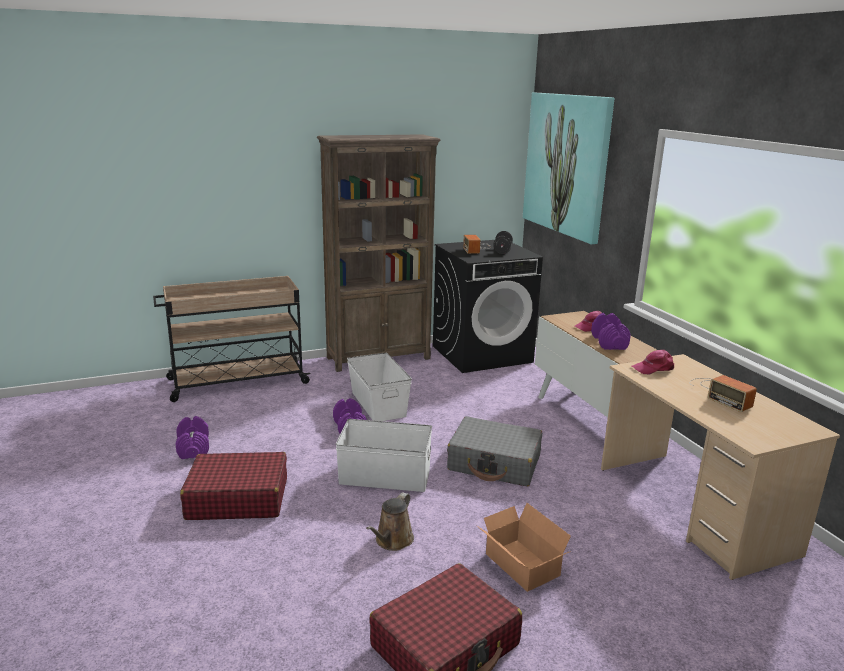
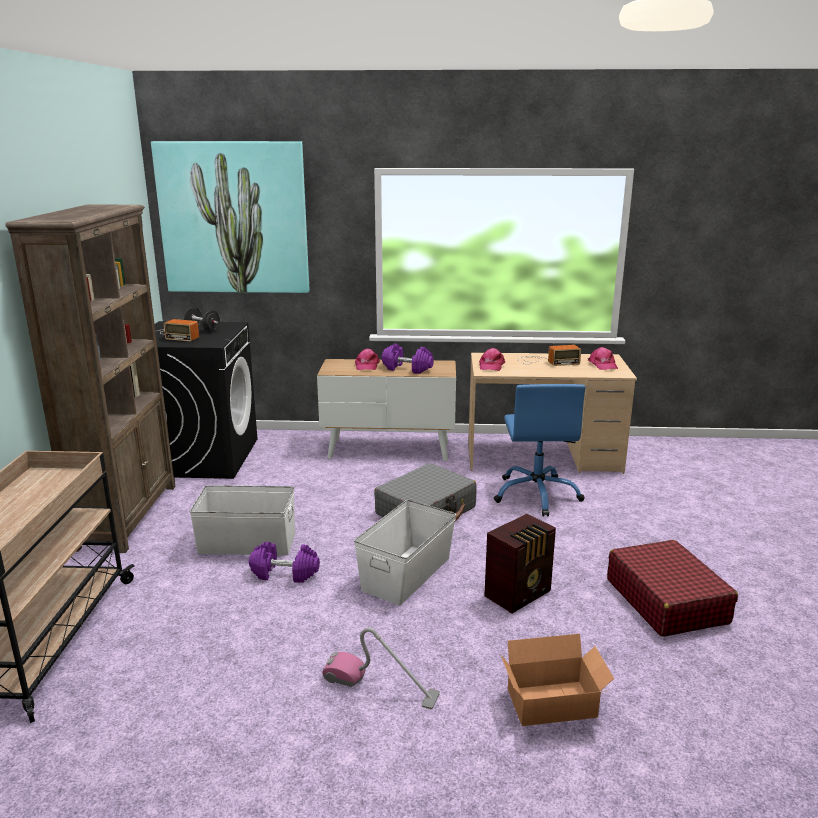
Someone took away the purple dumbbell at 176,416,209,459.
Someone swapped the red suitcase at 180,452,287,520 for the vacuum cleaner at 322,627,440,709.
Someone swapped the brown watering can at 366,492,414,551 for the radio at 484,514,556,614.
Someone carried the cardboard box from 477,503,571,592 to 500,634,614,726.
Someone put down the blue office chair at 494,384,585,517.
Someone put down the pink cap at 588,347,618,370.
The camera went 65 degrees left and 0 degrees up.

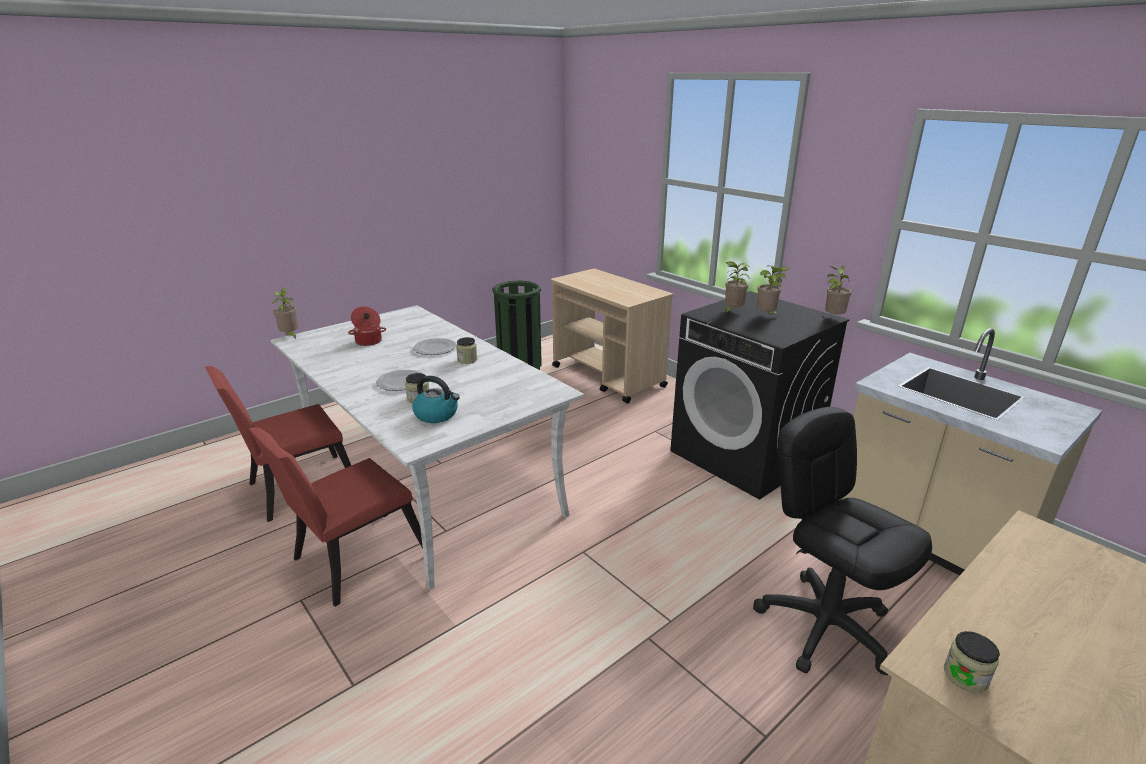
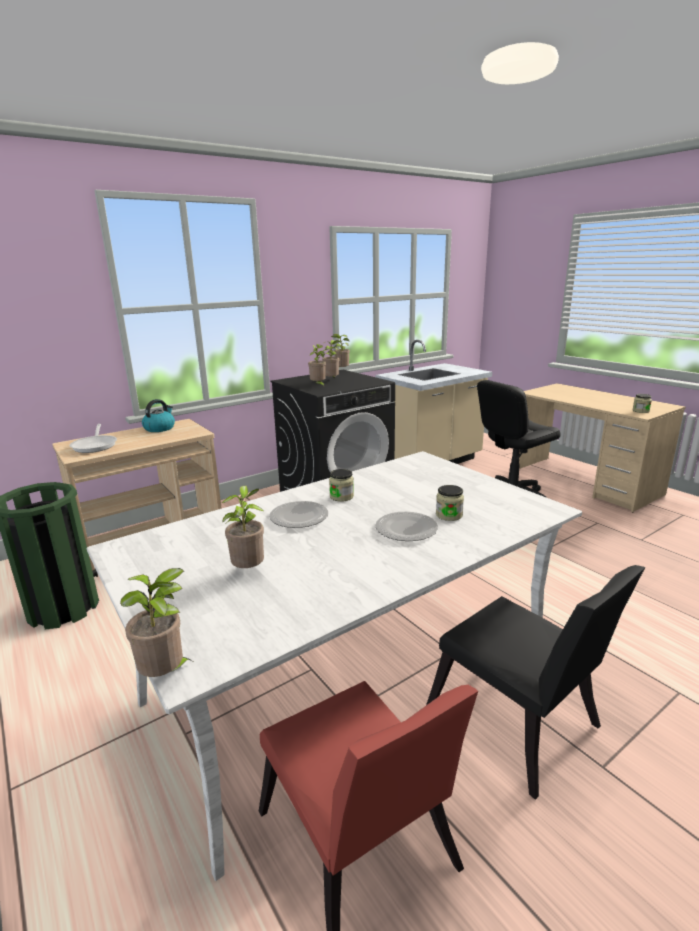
Someone repainted the red chair at 249,427,423,607, which became the black chair at 426,565,645,800.
Someone swapped the cooking pot at 348,307,386,346 for the potted plant at 222,485,264,568.
Someone carried the kettle from 412,376,460,423 to 142,399,175,432.
Someone put down the frying pan at 70,424,117,453.
The camera went 85 degrees left and 5 degrees down.

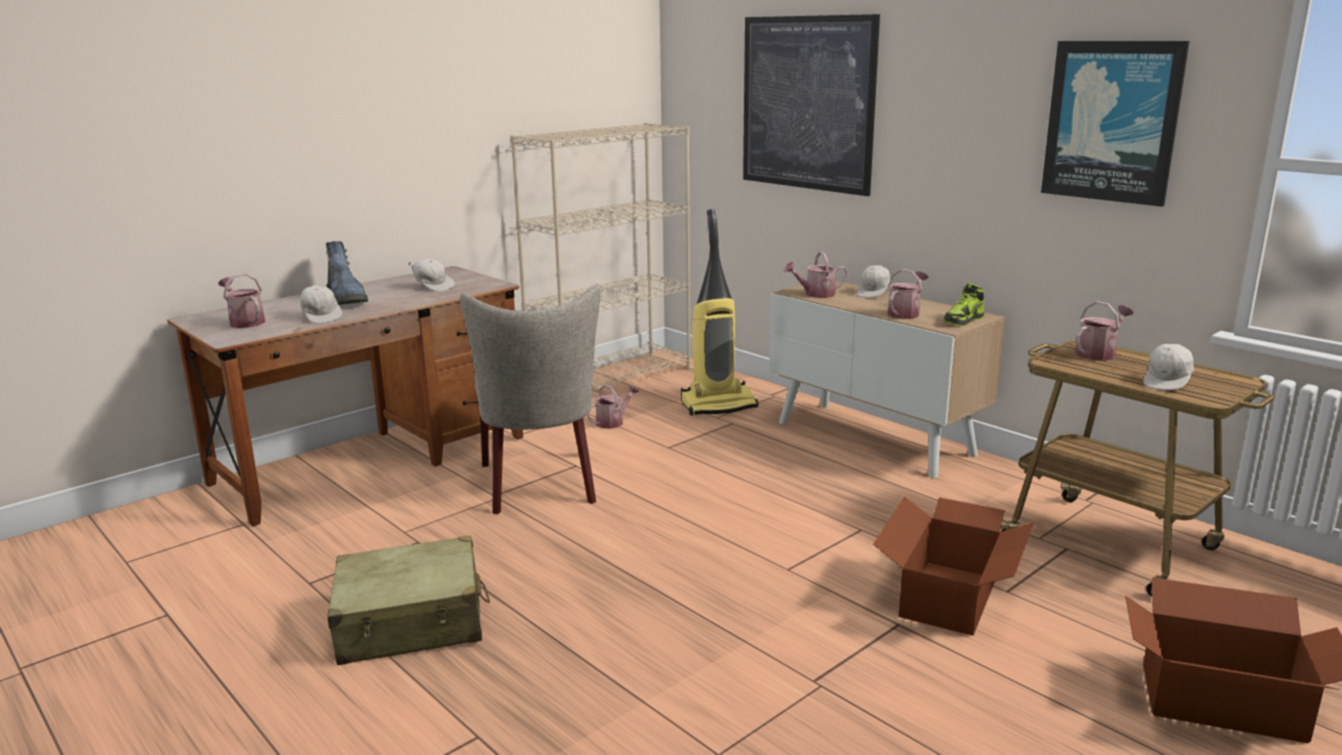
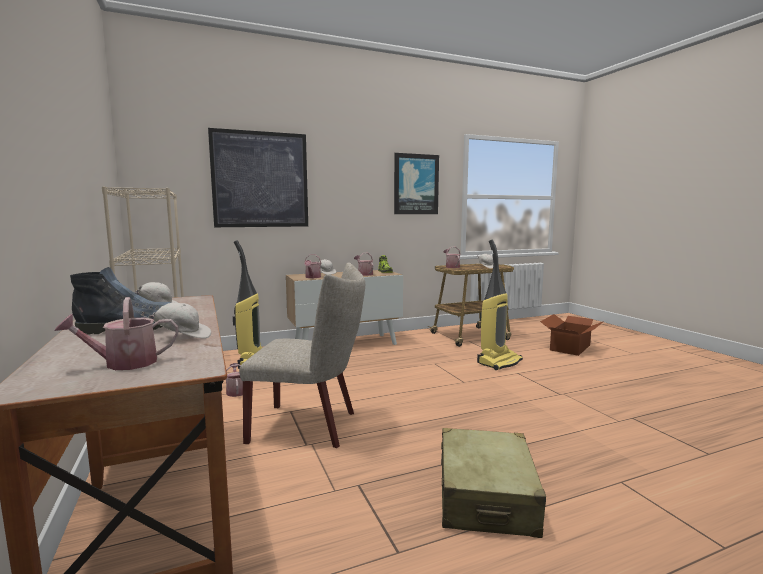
Someone swapped the cardboard box at 873,496,1034,636 for the vacuum cleaner at 477,240,523,370.
The camera went 70 degrees left and 10 degrees down.

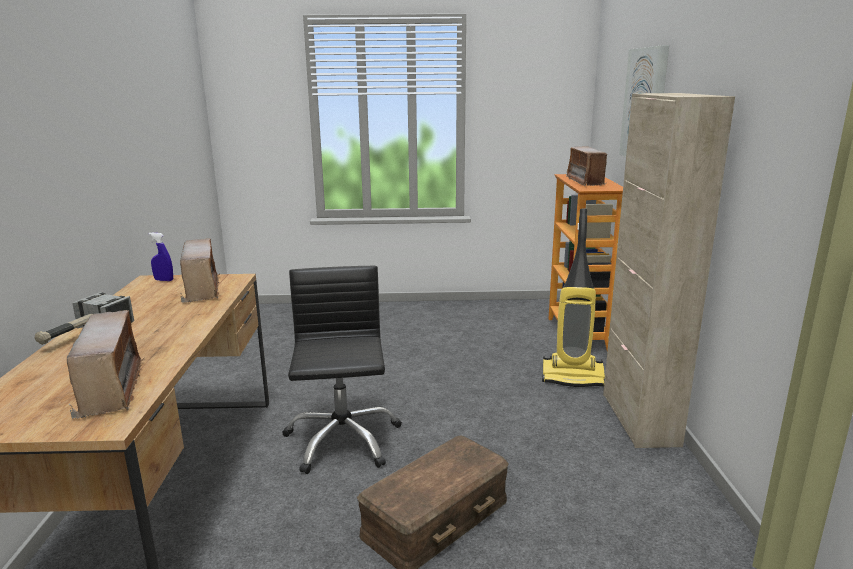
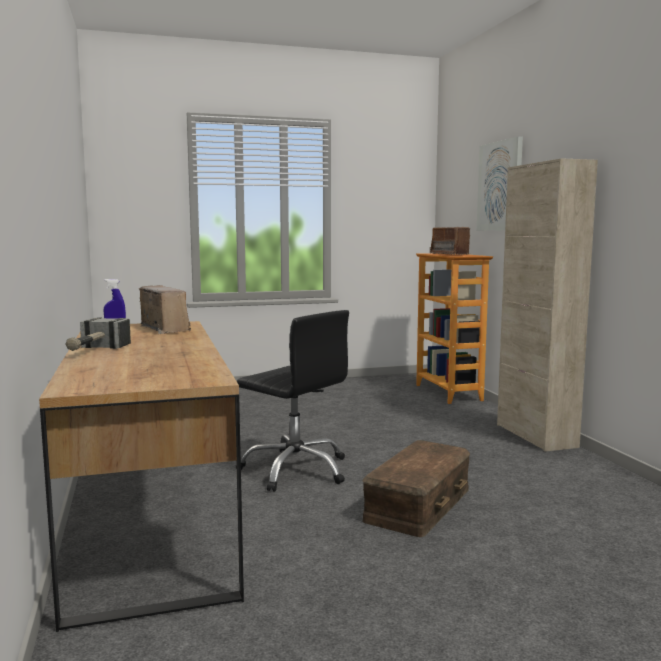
Someone took away the radio at 67,310,144,419.
Someone rotated the black office chair at 282,266,402,474 by 150 degrees clockwise.
Someone took away the vacuum cleaner at 542,208,605,387.
The camera went 15 degrees left and 10 degrees down.

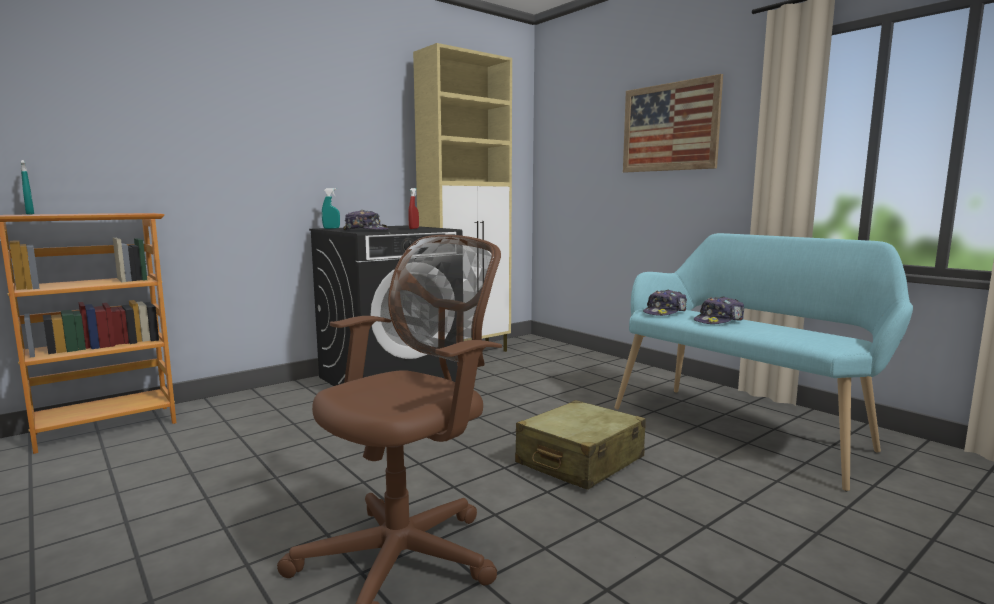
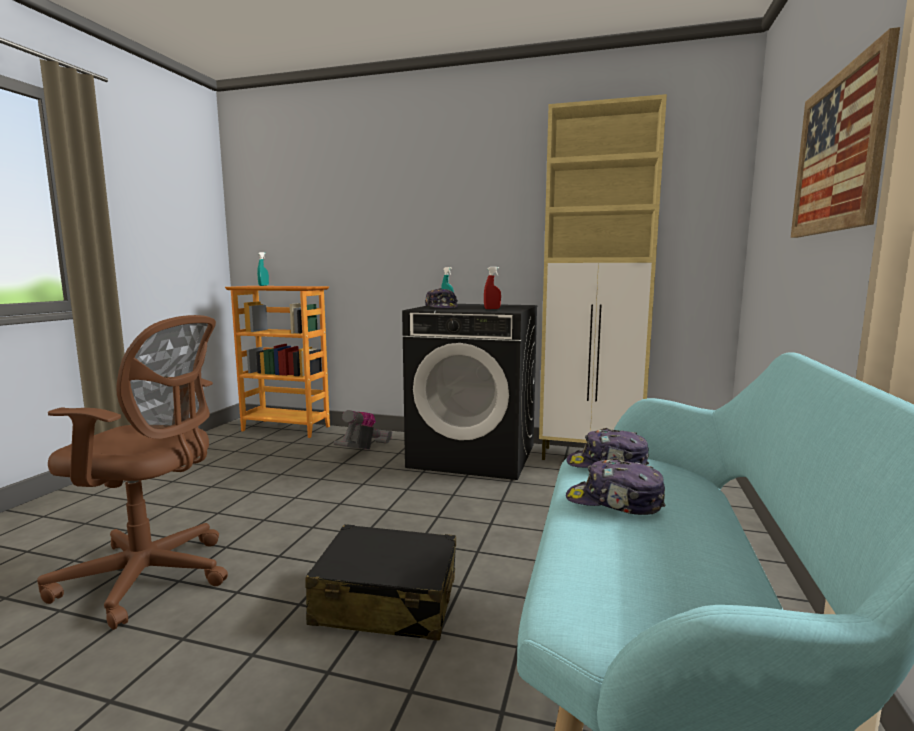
Someone repainted the beige suitcase at 515,400,646,490, which became the black suitcase at 305,524,456,641.
Someone put down the vacuum cleaner at 334,410,392,450.
The camera went 55 degrees right and 0 degrees up.

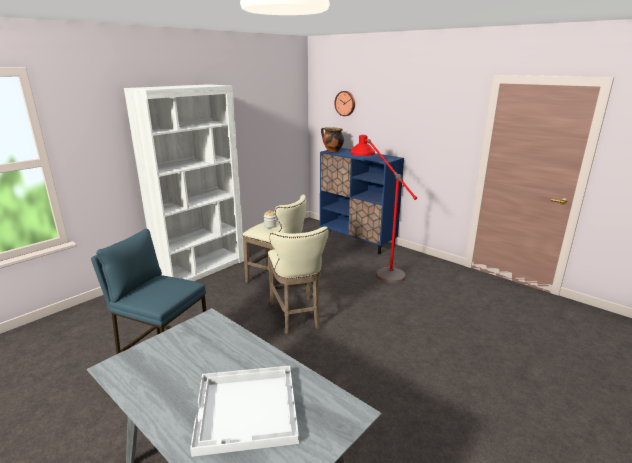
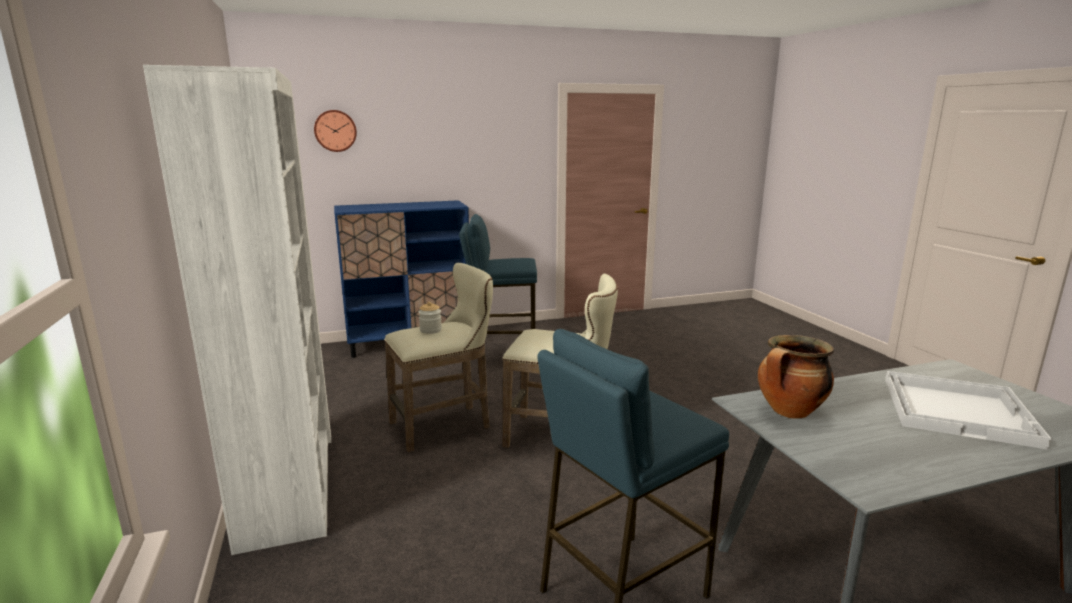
Someone carried the cooking pot from 321,127,344,152 to 758,335,834,419.
Someone swapped the red floor lamp at 350,135,417,283 for the blue stool at 459,214,537,334.
The camera went 60 degrees left and 5 degrees down.

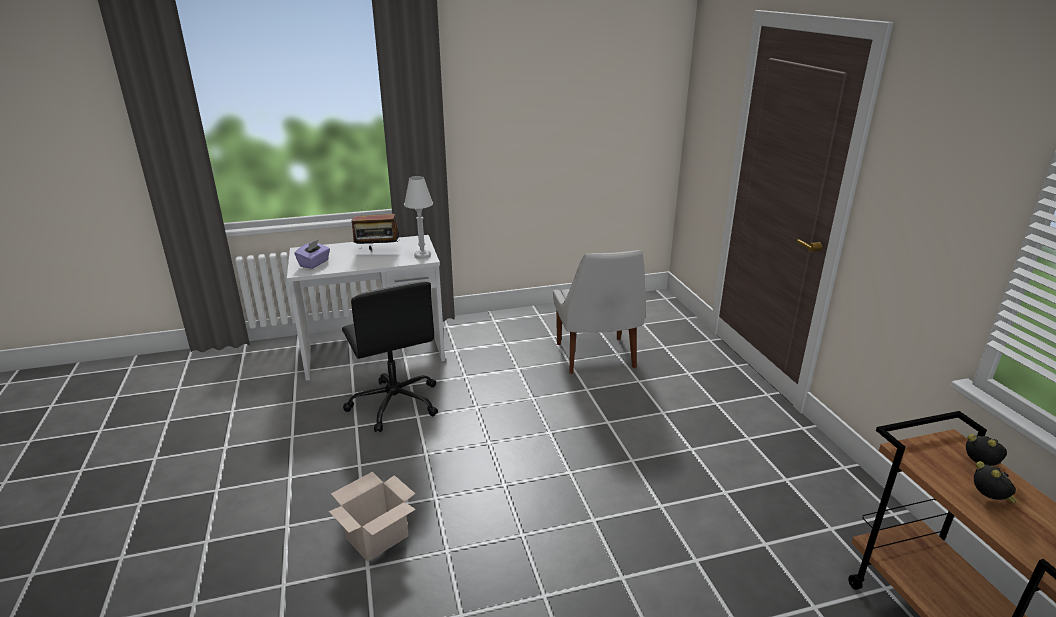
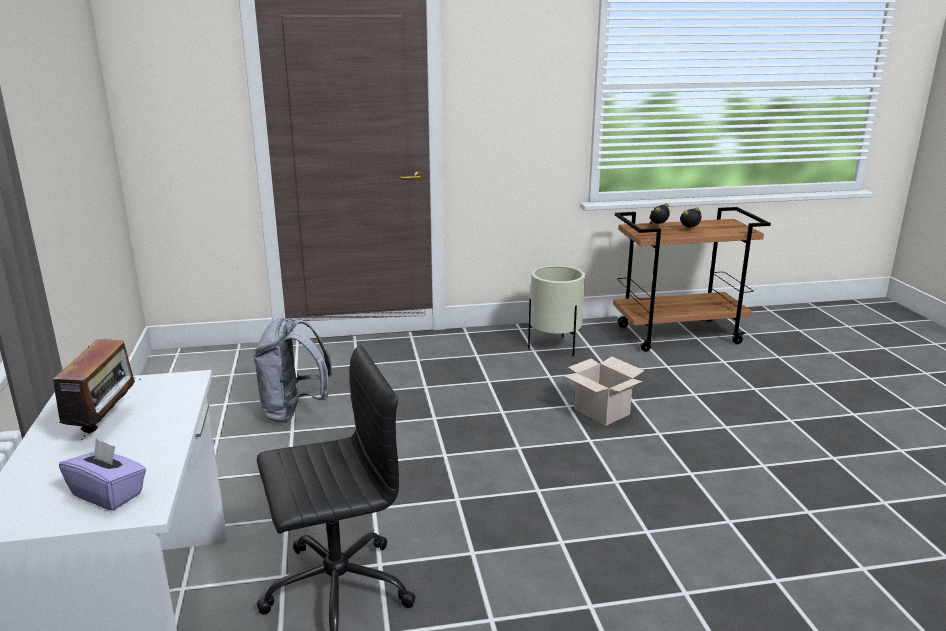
Someone carried the cardboard box from 329,471,416,562 to 564,357,644,426.
Someone took away the white table lamp at 404,176,433,259.
Someone swapped the white chair at 553,250,646,374 for the grey backpack at 253,318,332,423.
Someone put down the beige planter at 528,265,585,357.
The camera went 85 degrees left and 5 degrees down.

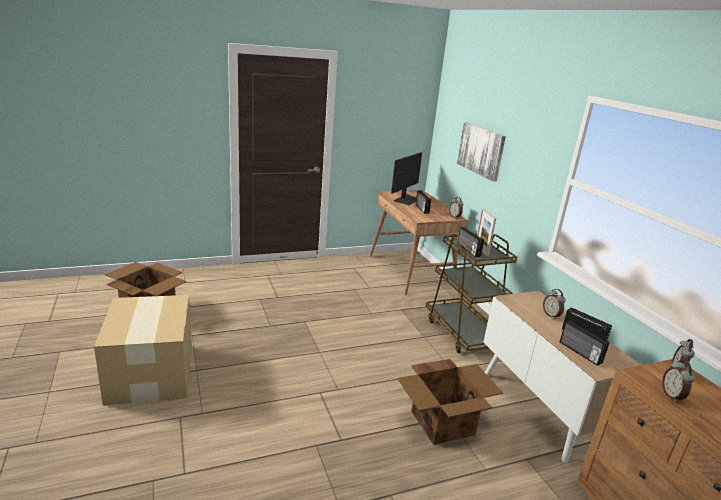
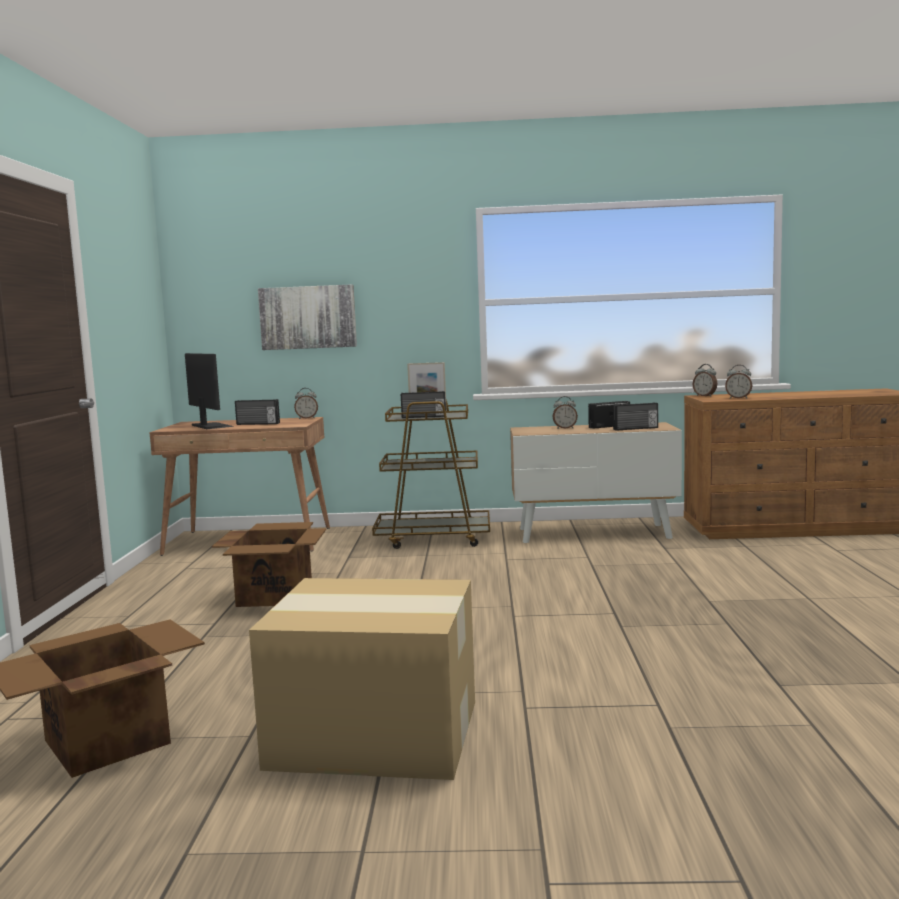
Someone carried the cardboard box from 397,359,503,445 to 212,522,326,607.
The camera went 65 degrees left and 15 degrees down.

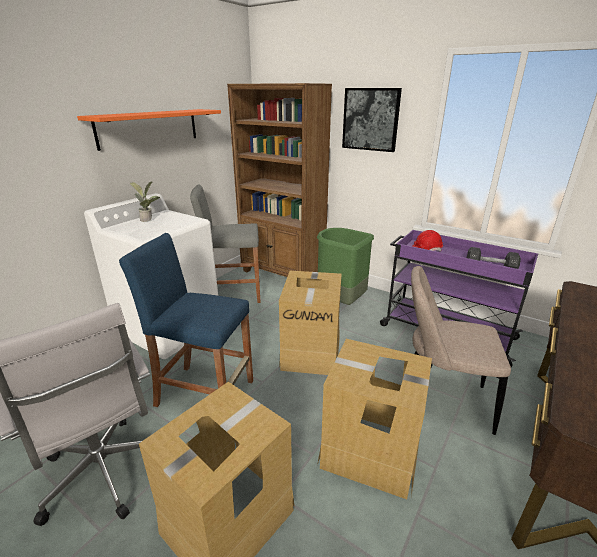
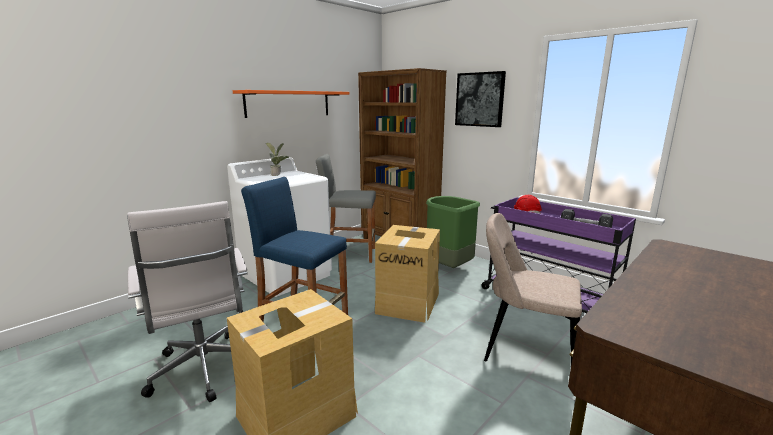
Someone took away the cardboard box at 317,339,432,499.
The camera went 10 degrees right and 10 degrees down.

